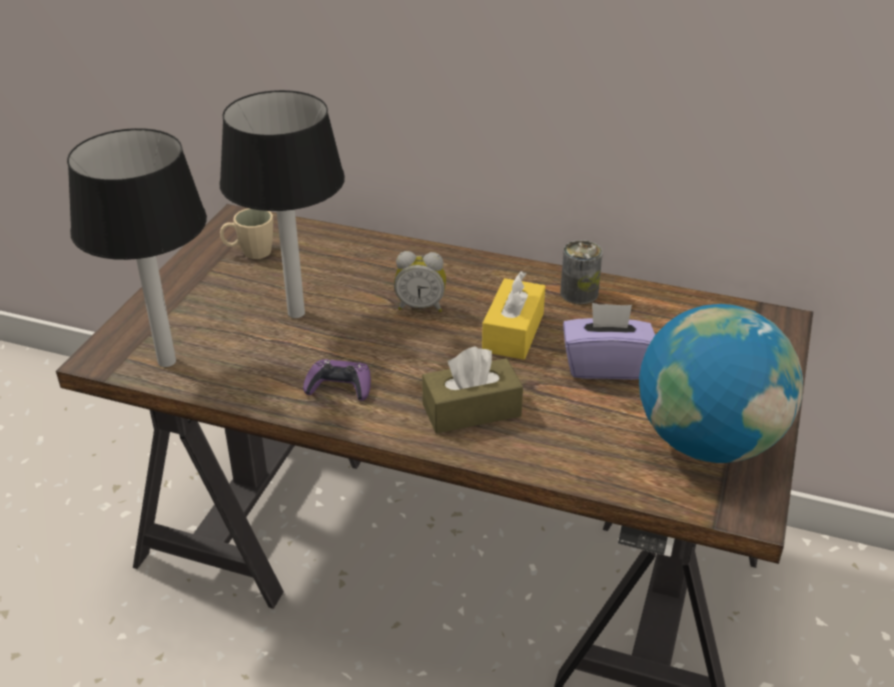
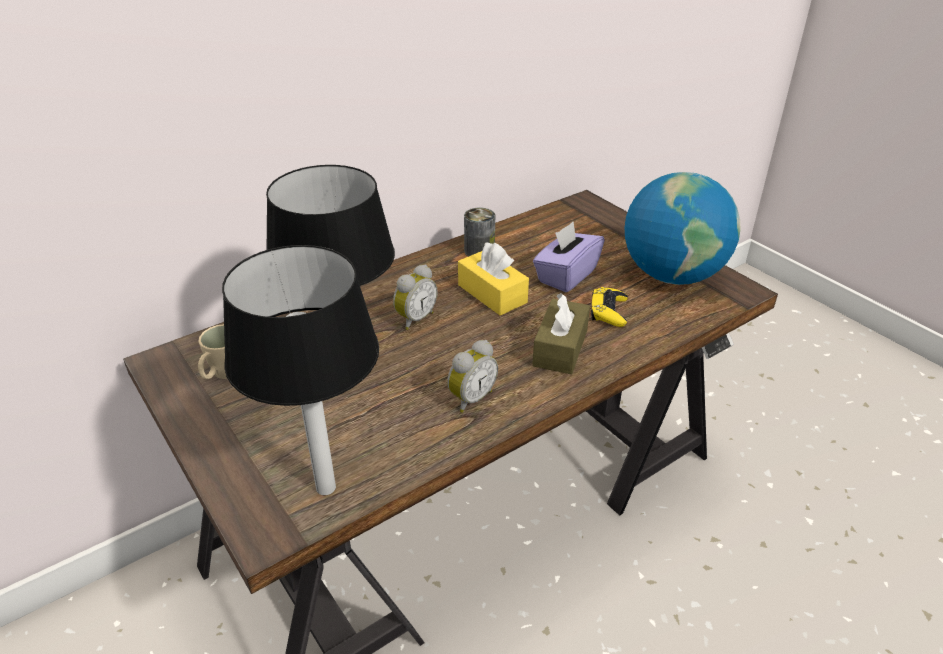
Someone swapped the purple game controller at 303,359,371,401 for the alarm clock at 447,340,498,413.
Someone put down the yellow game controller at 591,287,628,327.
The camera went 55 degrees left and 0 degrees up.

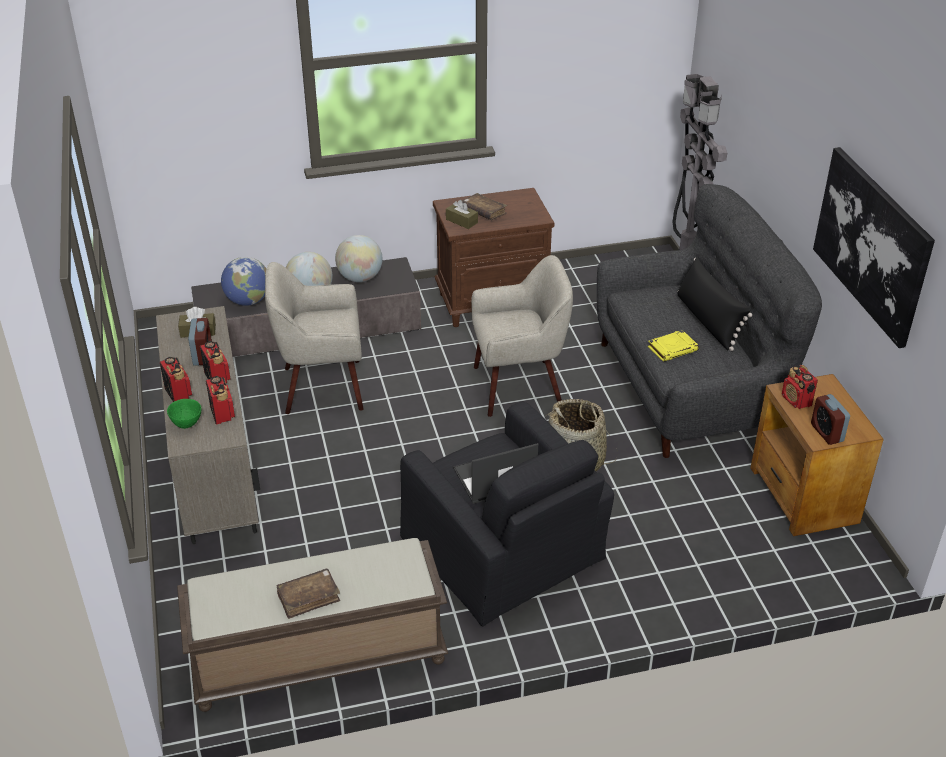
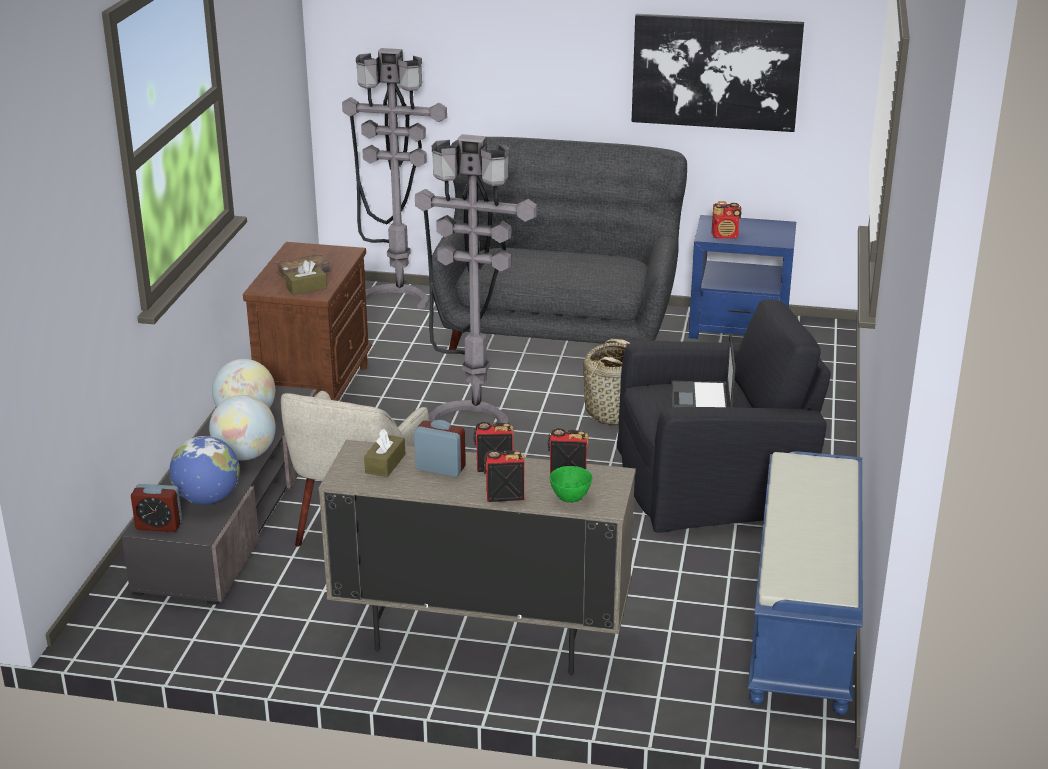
Someone repainted the brown bench at 177,538,448,712, which became the blue bench at 748,451,863,715.
Someone took away the brown book at 276,568,340,619.
Someone swapped the beige armchair at 471,255,573,417 for the grey floor lamp at 415,134,537,423.
Someone took away the yellow book at 648,330,699,362.
Someone took away the black pillow at 677,257,752,351.
Someone repainted the brown side table at 750,374,884,536, which became the blue side table at 689,215,796,339.
Someone carried the alarm clock from 811,394,850,445 to 131,484,182,532.
The camera went 65 degrees left and 10 degrees down.

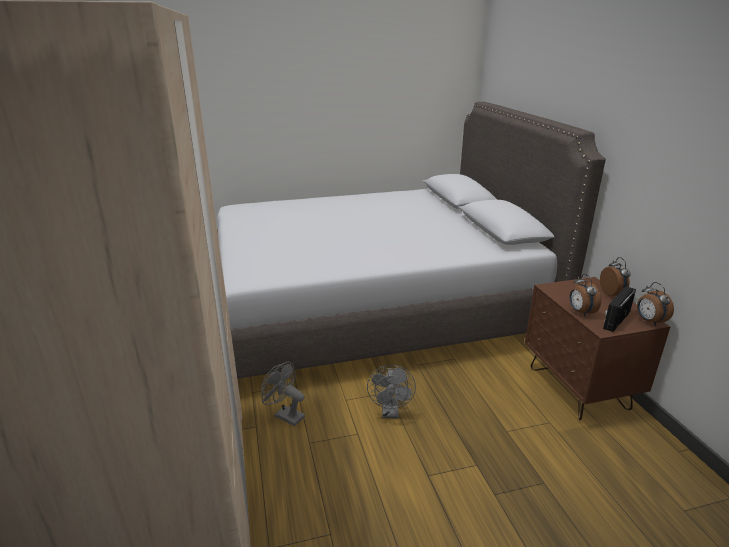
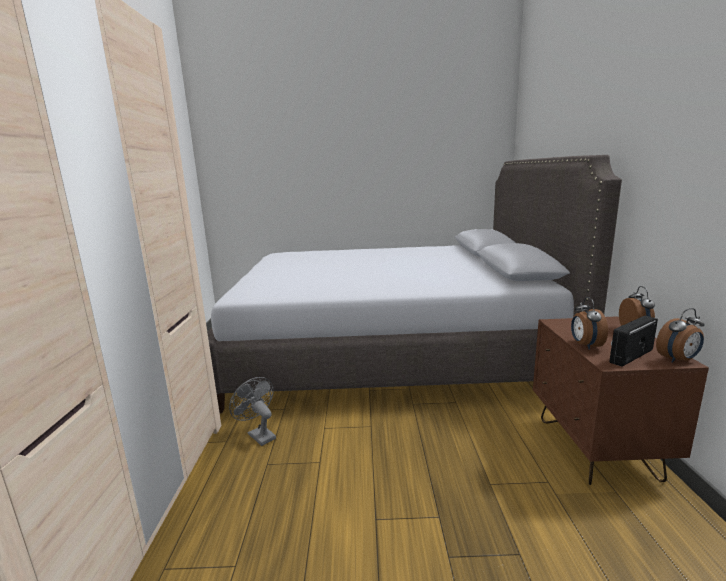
Someone took away the grey fan at 367,365,416,418.
Someone rotated the alarm clock at 637,282,674,326 by 105 degrees counterclockwise.
The camera went 15 degrees right and 10 degrees down.

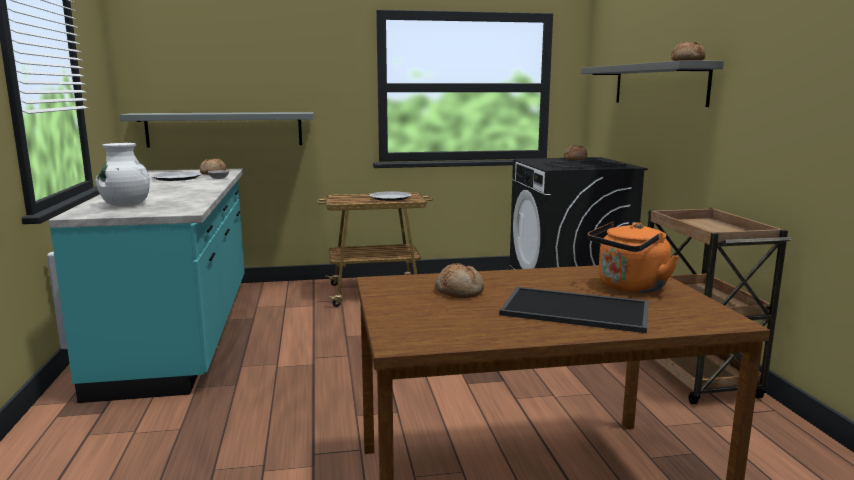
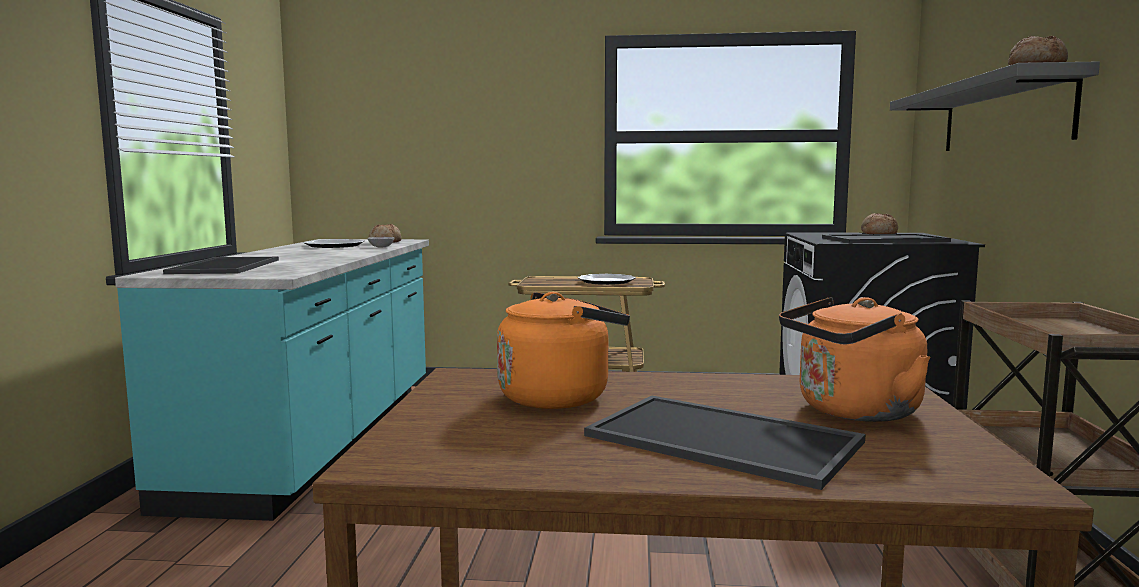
Someone swapped the white vase at 95,143,150,206 for the tray at 163,257,279,274.
Someone took away the grey shelf at 120,112,313,148.
Someone swapped the bread at 435,263,484,298 for the orange kettle at 497,292,630,409.
The camera went 15 degrees right and 5 degrees down.

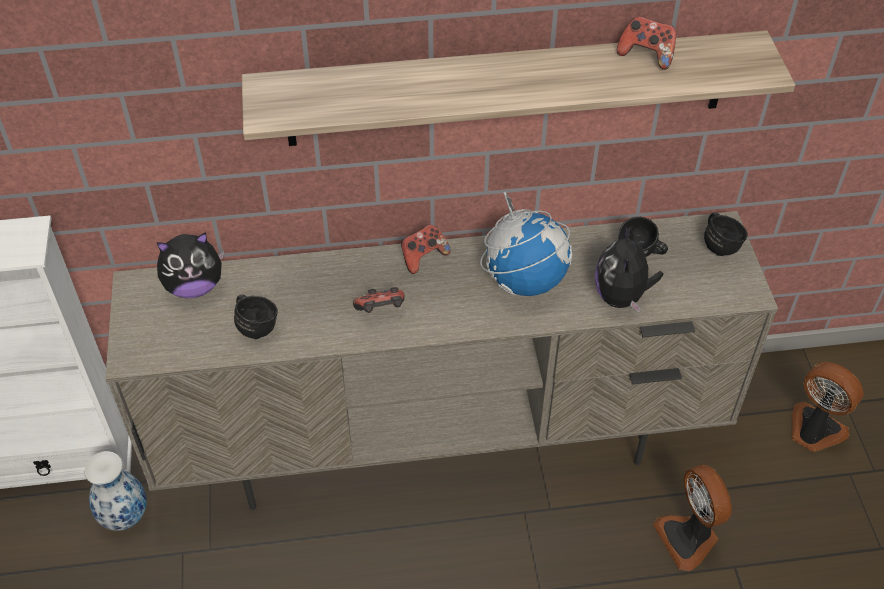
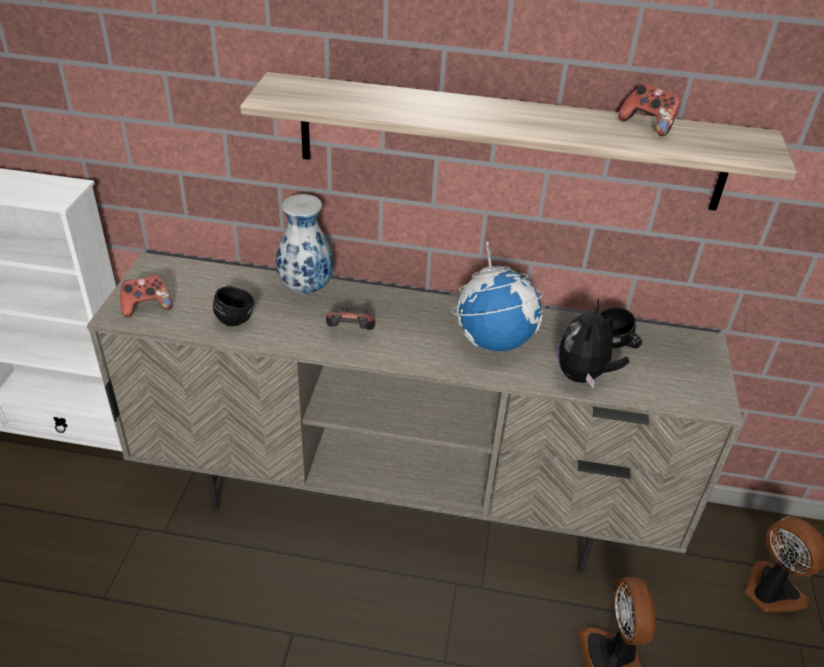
Someone carried the vase from 84,451,147,531 to 276,194,333,295.
Someone took away the plush toy at 157,232,224,299.
Someone carried the game controller from 401,224,451,274 to 120,275,172,317.
Someone took away the black mug at 704,212,748,256.
The camera went 15 degrees right and 10 degrees down.

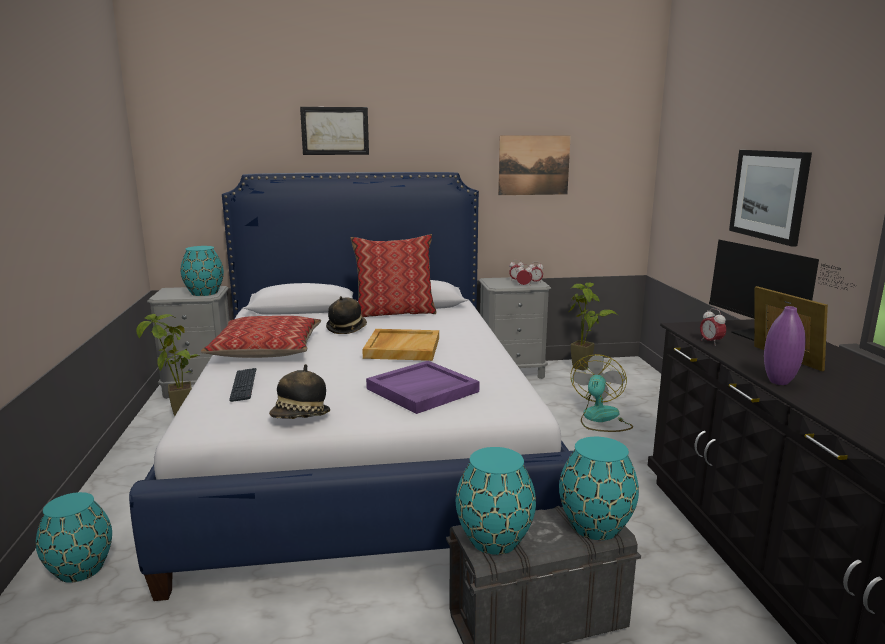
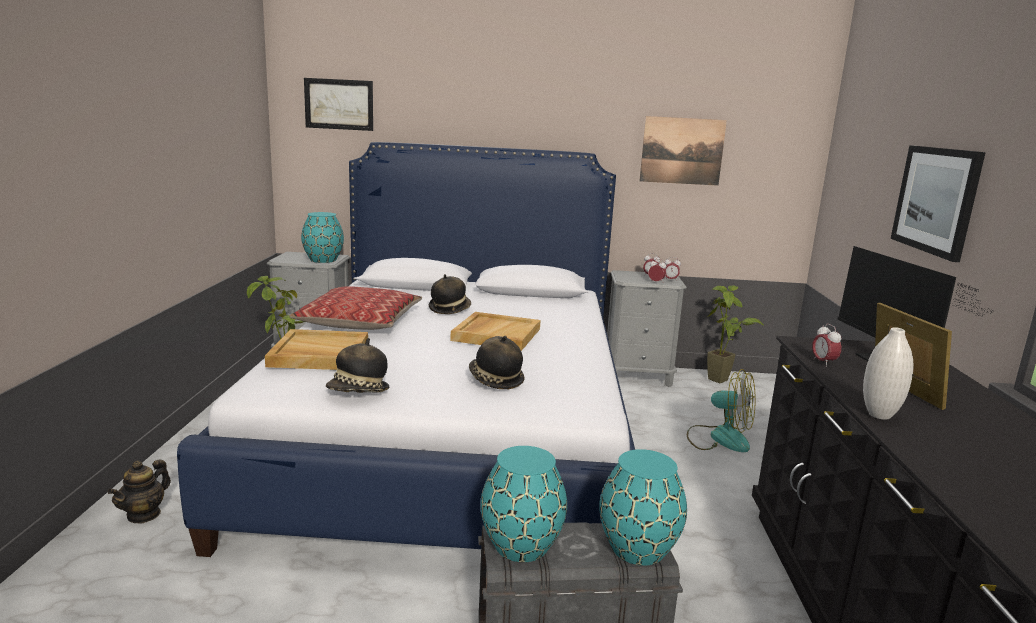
Someone swapped the turquoise vase at 36,492,112,583 for the teapot at 108,459,171,523.
Someone swapped the keyboard at 229,368,256,402 for the beige tray at 265,329,368,370.
Someone carried the picture from 300,107,369,155 to 304,78,373,131.
Someone took away the pillow at 350,234,436,317.
Someone swapped the purple tray at 366,361,480,414 for the hat at 469,336,524,389.
Someone rotated the fan at 571,354,633,432 by 90 degrees clockwise.
Someone repainted the purple vase at 764,306,806,385, which became the white vase at 863,327,914,420.
The camera went 10 degrees right and 0 degrees up.

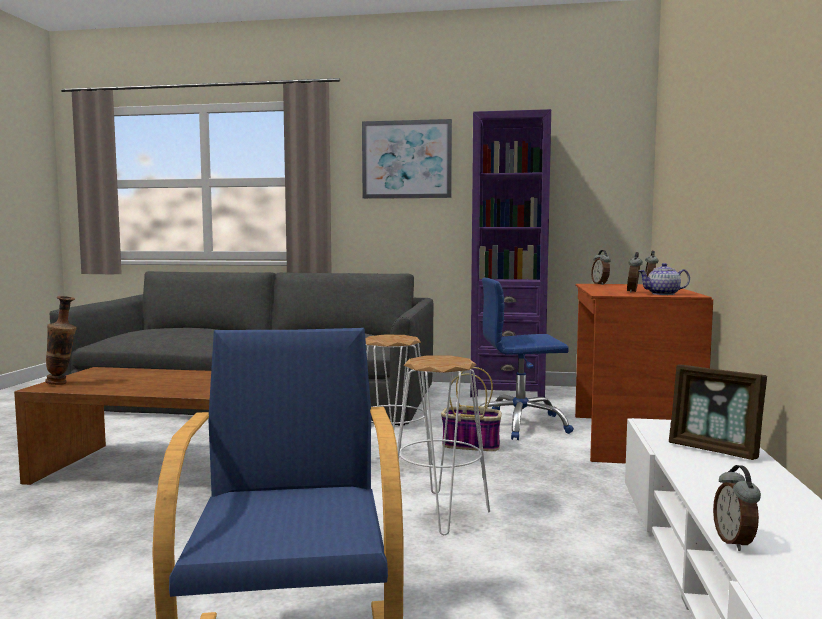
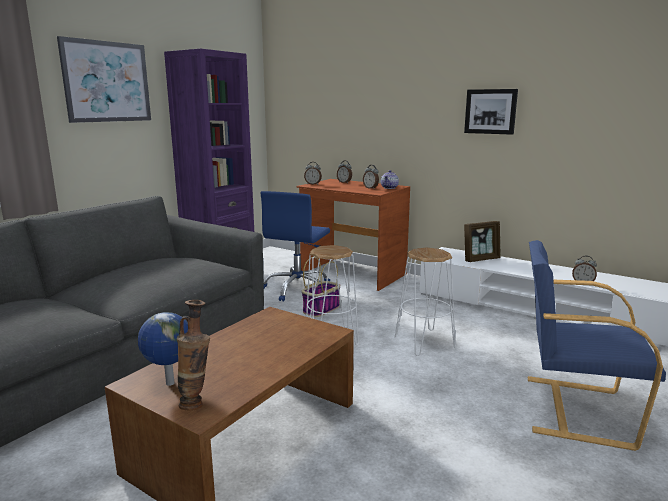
Someone put down the globe at 138,312,188,386.
Someone put up the picture at 464,89,518,135.
The camera went 65 degrees left and 10 degrees up.

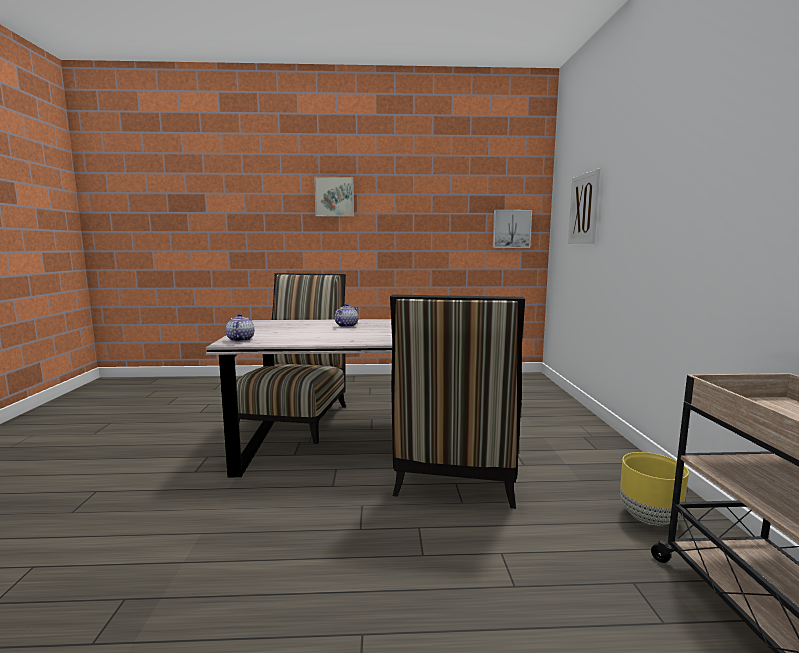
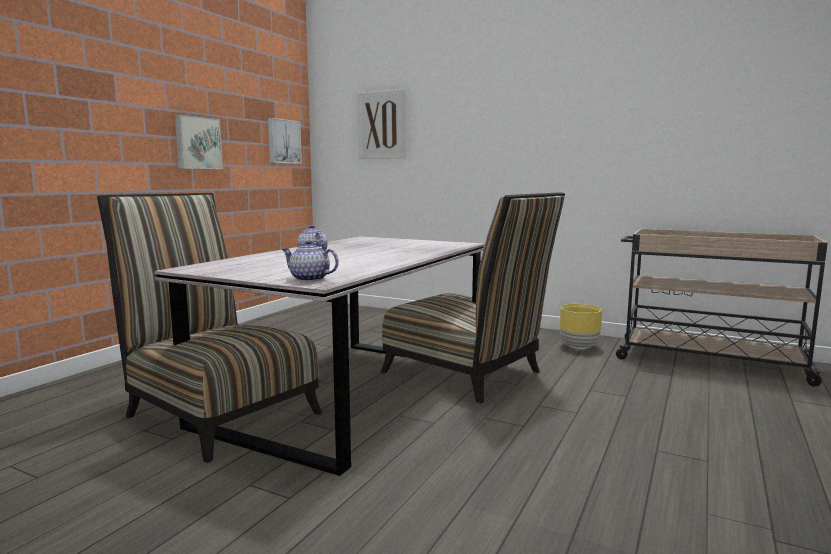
Someone carried the picture from 314,177,354,217 to 175,115,223,169.
The camera went 60 degrees left and 0 degrees up.

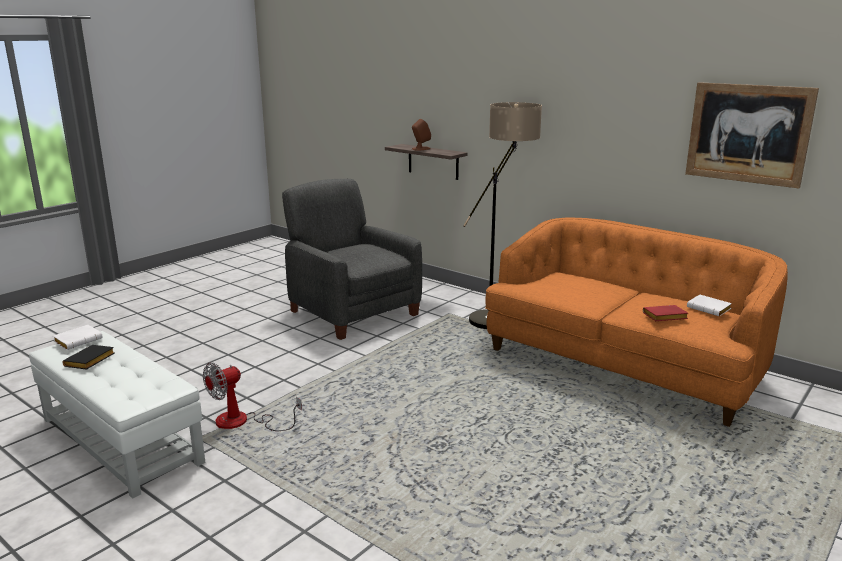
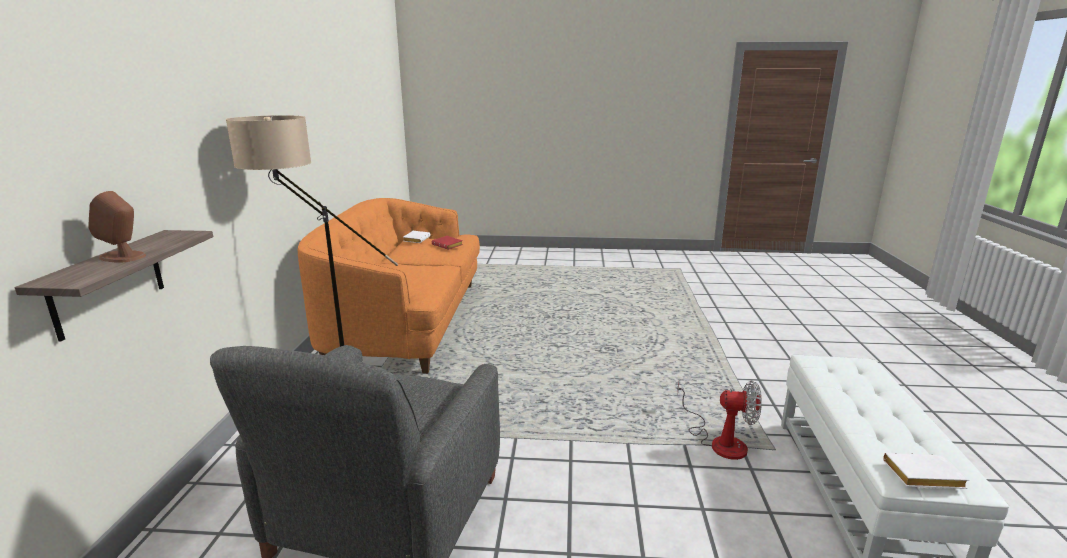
Someone took away the black book at 63,345,115,370.
Someone took away the picture at 685,82,819,188.
The camera went 125 degrees left and 0 degrees up.

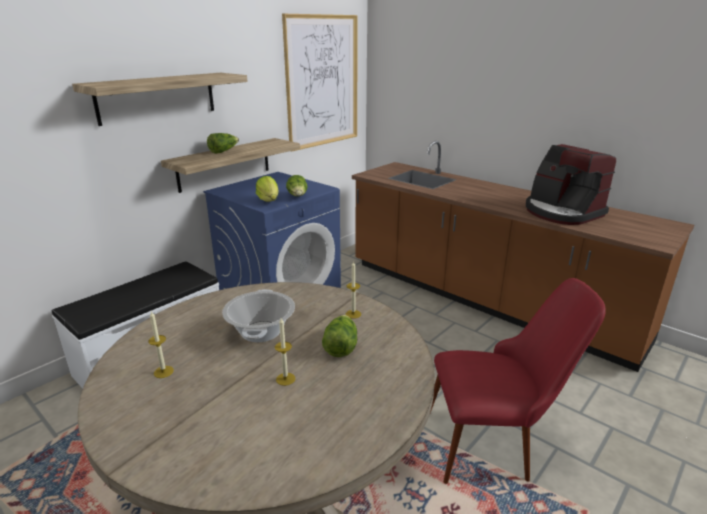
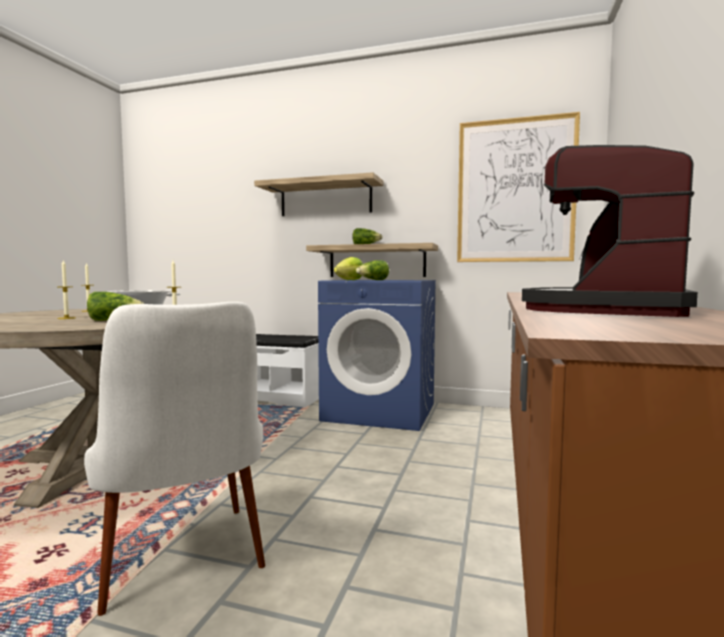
Someone repainted the red chair at 430,278,606,484, which became the white chair at 84,302,265,616.
The camera went 65 degrees right and 20 degrees down.

